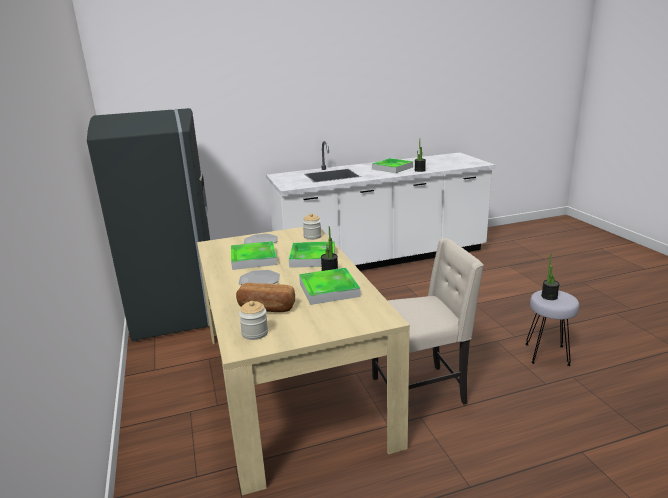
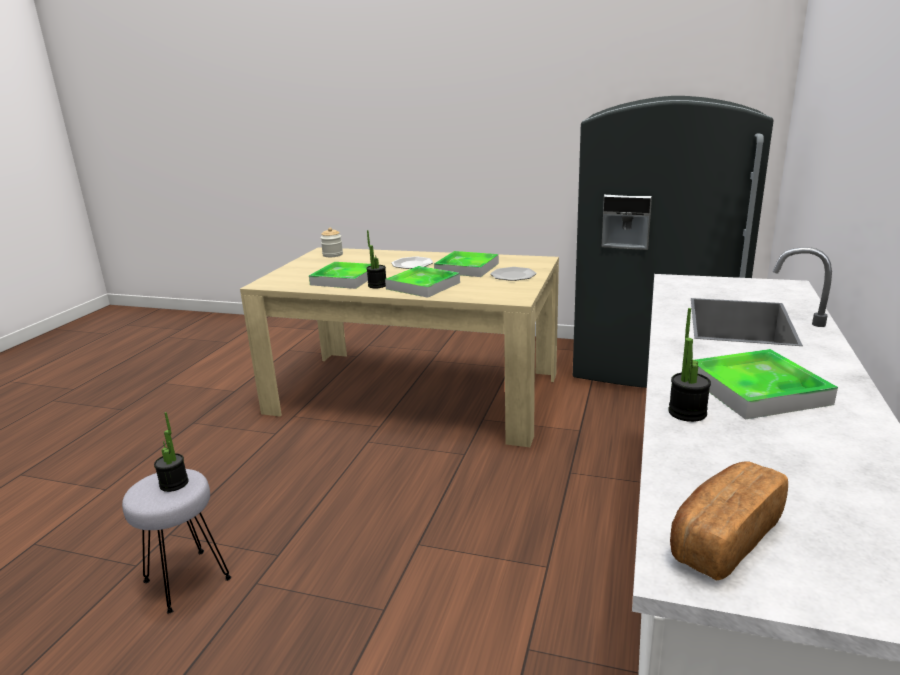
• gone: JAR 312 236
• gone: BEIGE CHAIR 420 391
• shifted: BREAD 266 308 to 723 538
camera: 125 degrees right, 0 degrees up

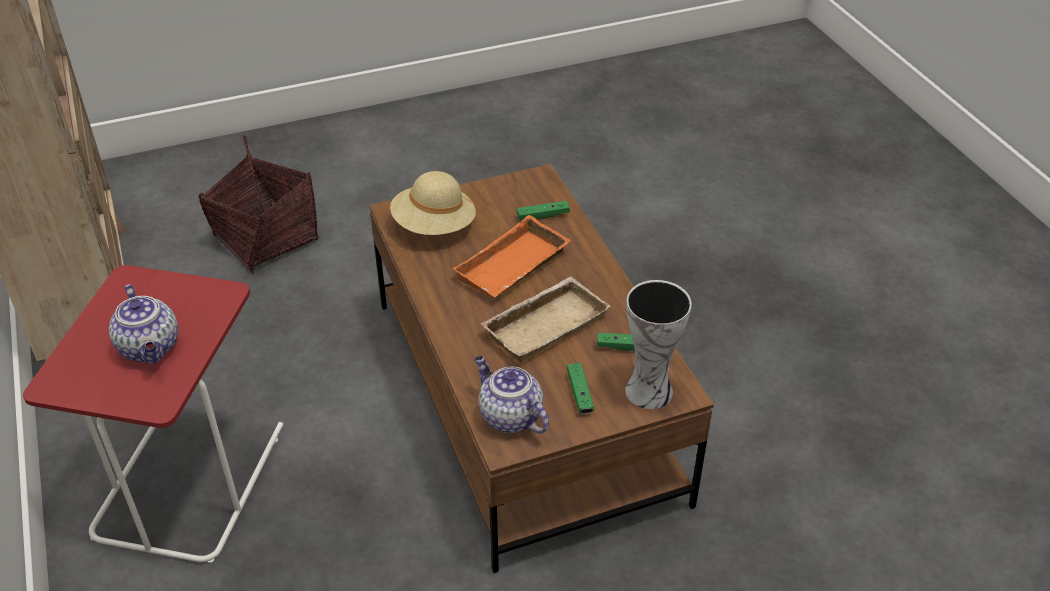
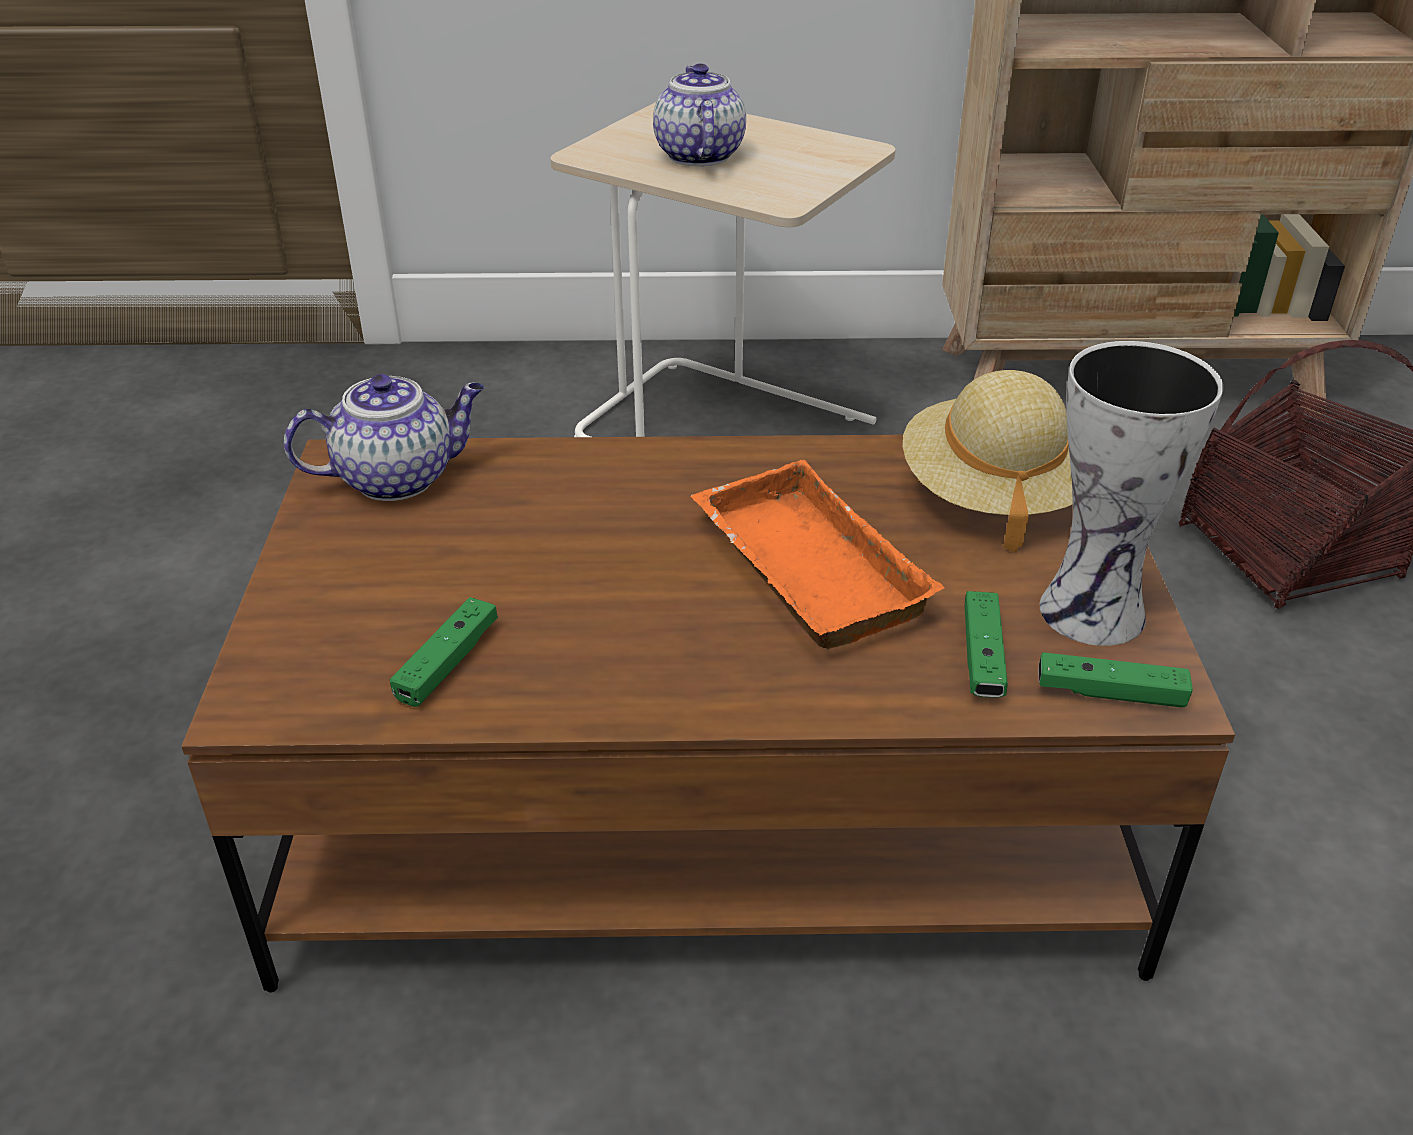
• gone: BEIGE TRAY 545 324
• shifted: GREEN GAME CONTROLLER 580 394 to 1110 693
• shifted: VASE 649 389 to 1097 613
• repainted: RED SIDE TABLE 187 479 to BEIGE SIDE TABLE 727 431
• rotated: TEAPOT 150 348 = 698 155 90 degrees clockwise
camera: 110 degrees right, 5 degrees down

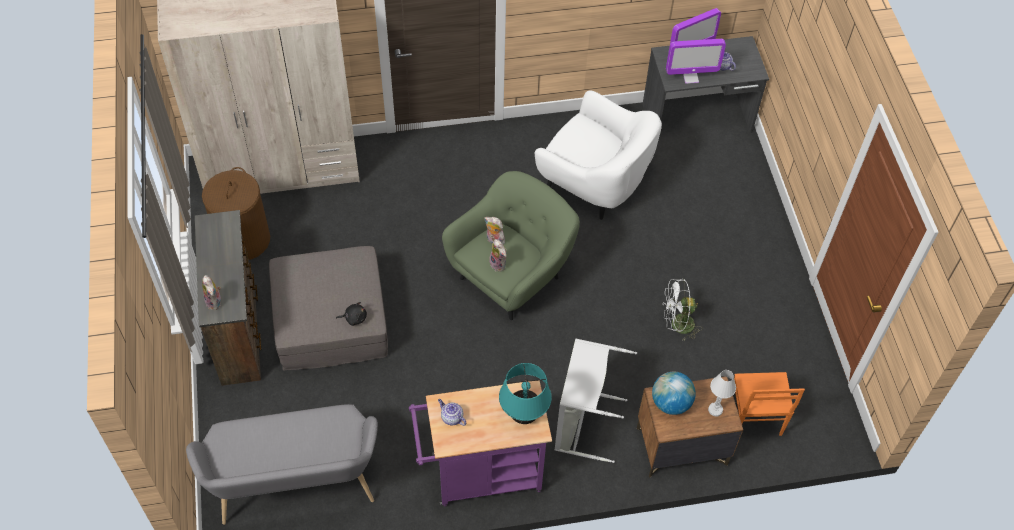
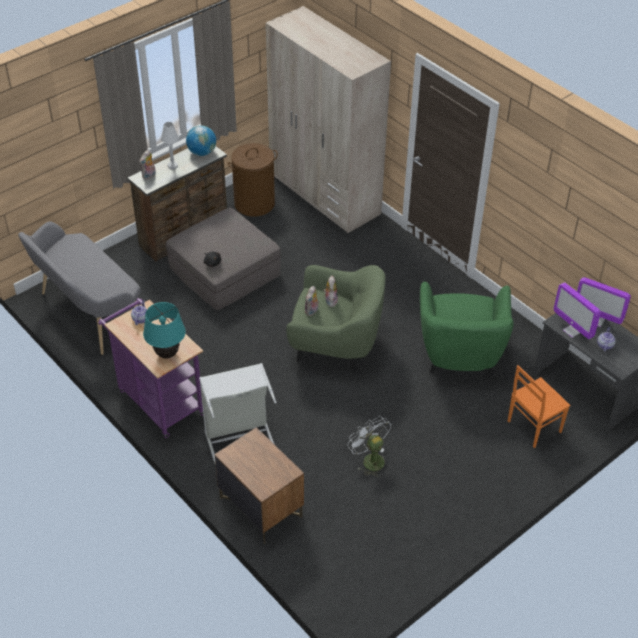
• shifted: GLOBE 670 403 to 202 152
• shifted: WHITE TABLE LAMP 715 410 to 172 165
• shifted: ORANGE CHAIR 753 418 to 533 426
• repainted: WHITE ARMCHAIR 594 184 to GREEN ARMCHAIR 460 354
camera: 60 degrees right, 10 degrees down

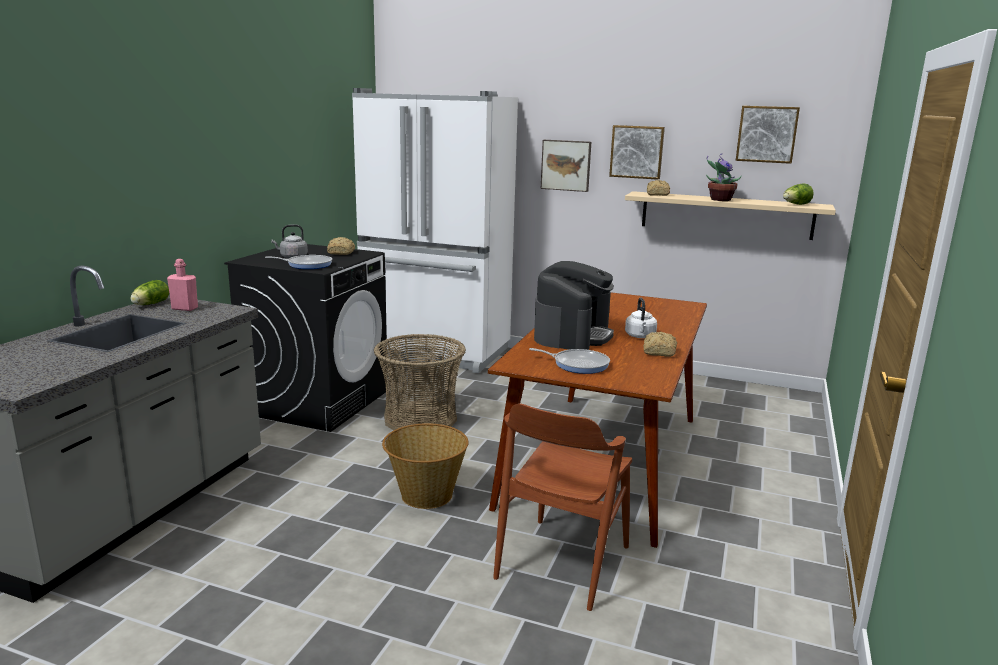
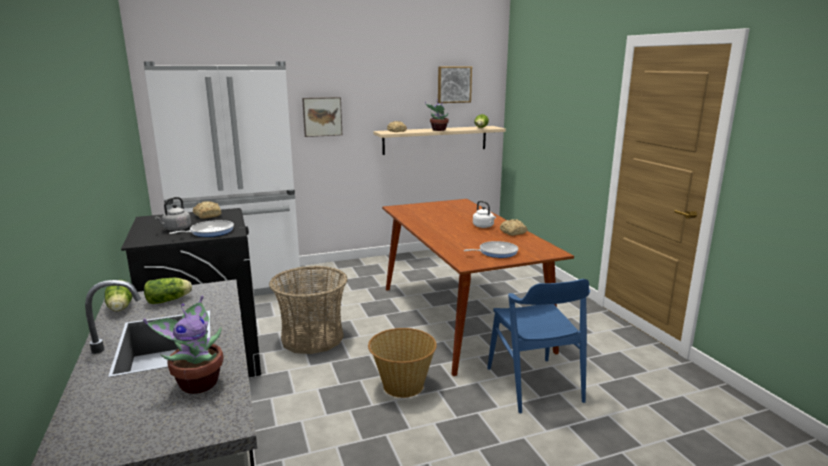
• gone: COFFEE MACHINE 572 335
• gone: PICTURE 637 152
• new: POTTED PLANT 198 382
• swapped: PINK BOTTLE 185 308 to LETTUCE 170 300
• repainted: BROWN CHAIR 562 562 to BLUE CHAIR 534 384
camera: 40 degrees left, 0 degrees up

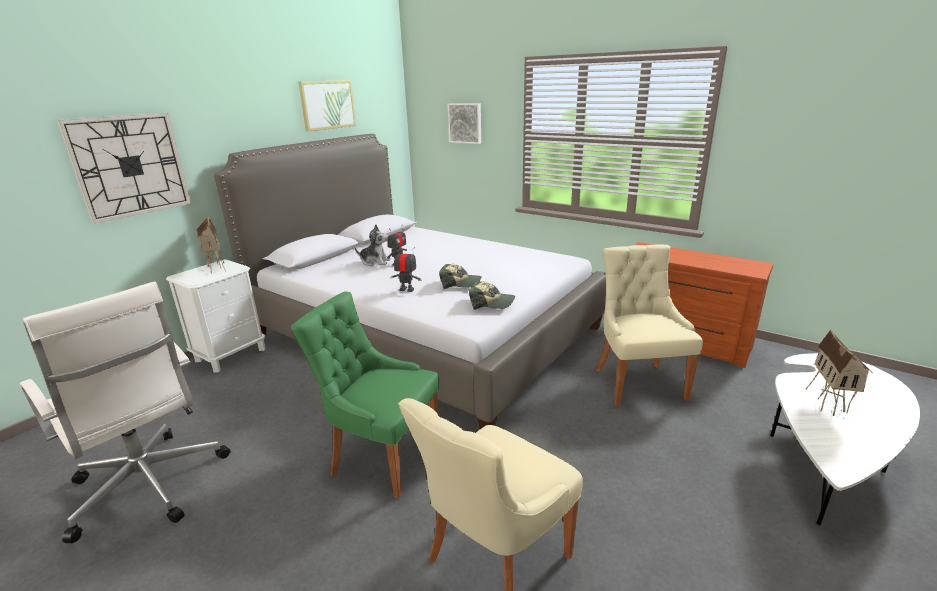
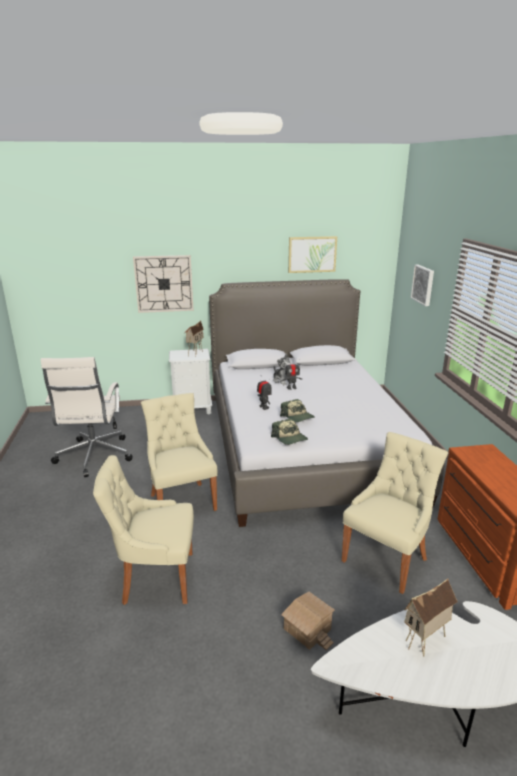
• new: TOY HOUSE 306 630
• repainted: GREEN CHAIR 382 456 to BEIGE CHAIR 182 501
camera: 45 degrees right, 0 degrees up

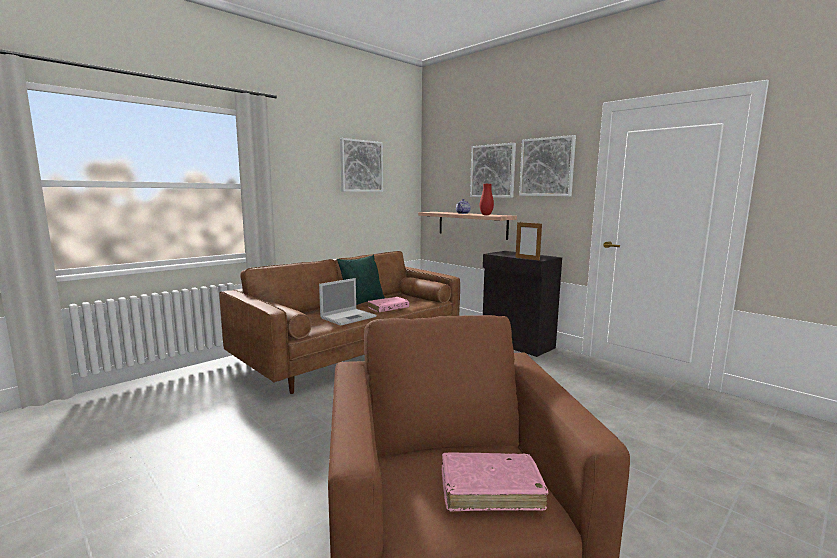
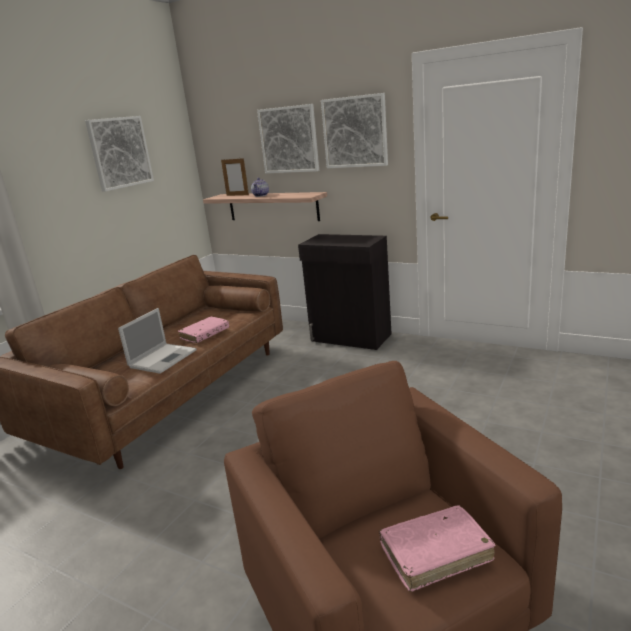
• gone: GREEN PILLOW 363 302
• gone: RED VASE 486 215
• shifted: PICTURE FRAME 527 259 to 237 195
camera: 15 degrees left, 10 degrees up

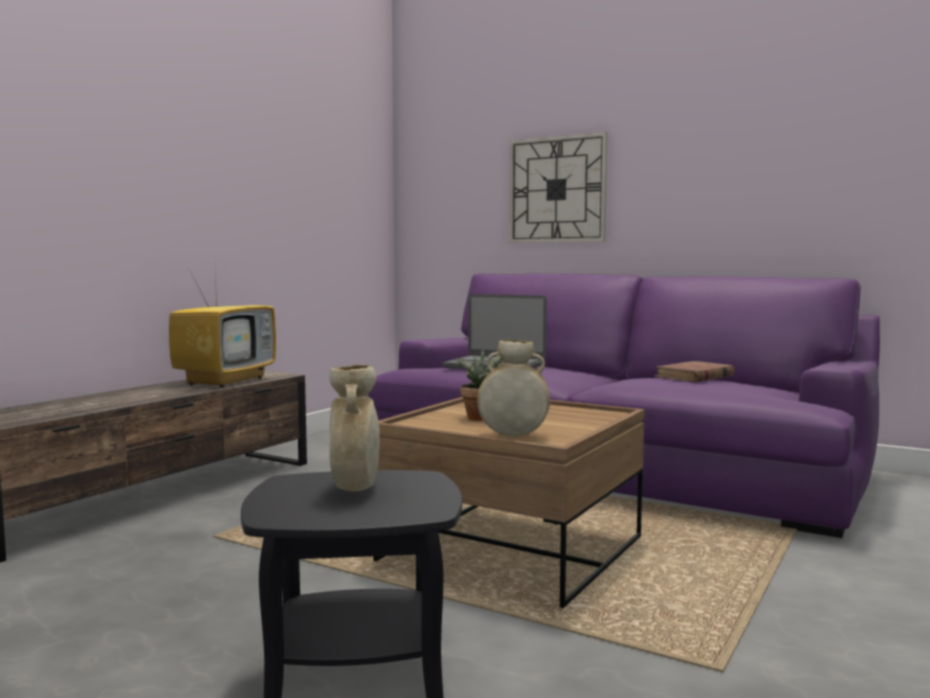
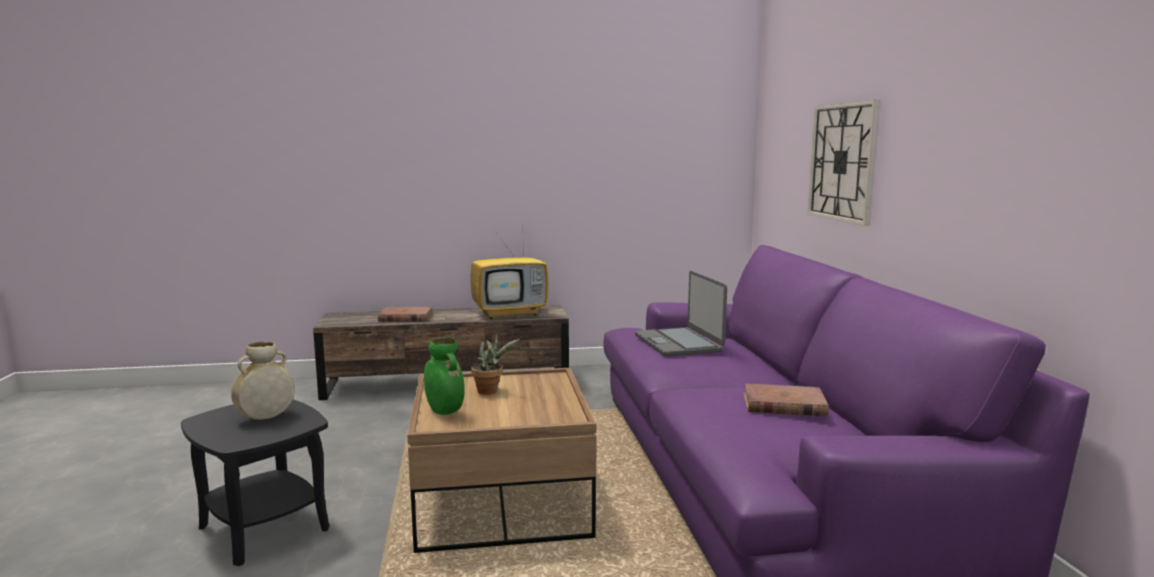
• new: BROWN BOOK 405 317
• repainted: BEIGE VASE 513 435 to GREEN VASE 444 412
camera: 50 degrees right, 5 degrees up

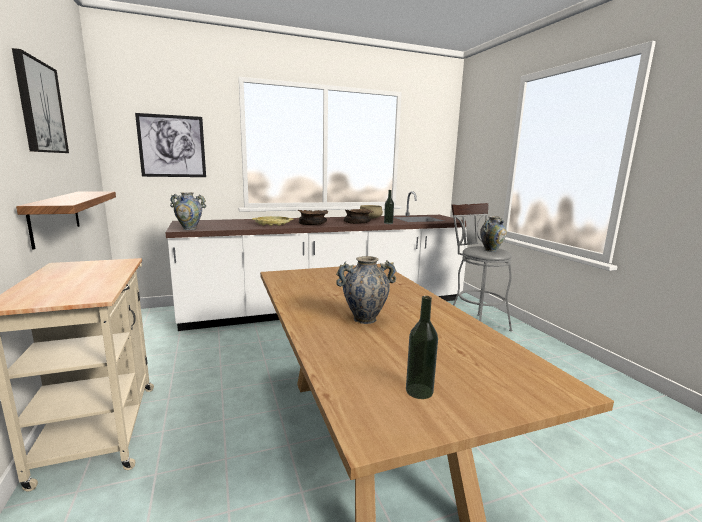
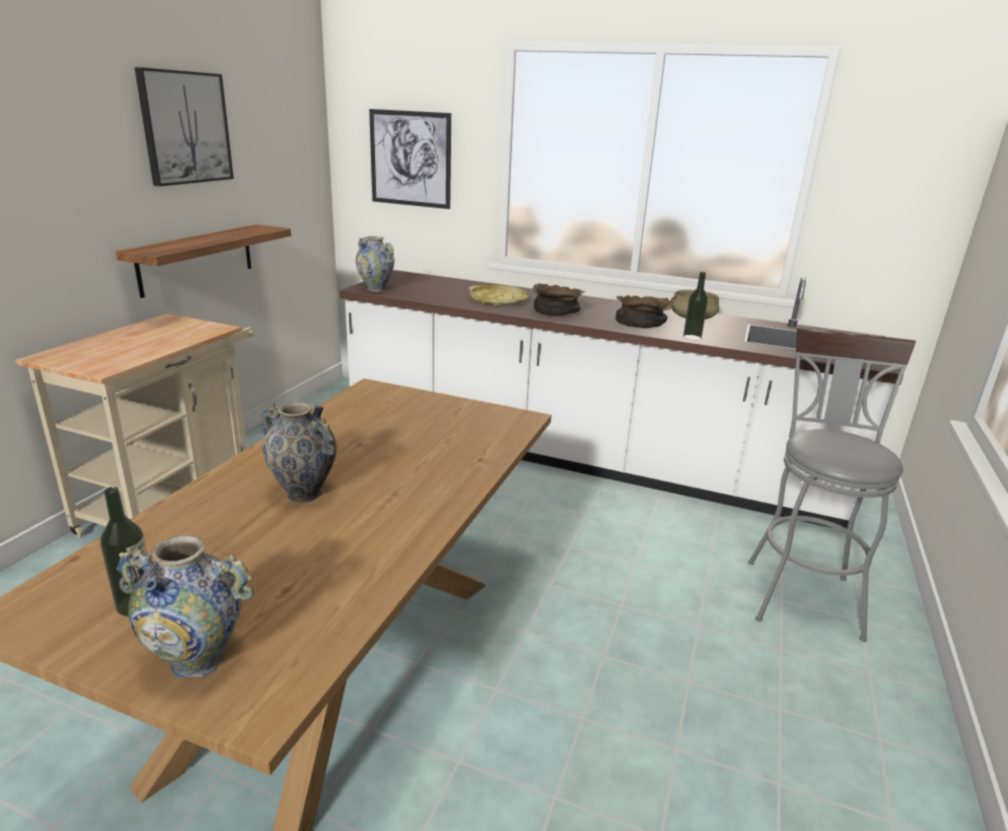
• shifted: VASE 491 250 to 197 661
camera: 40 degrees right, 10 degrees up

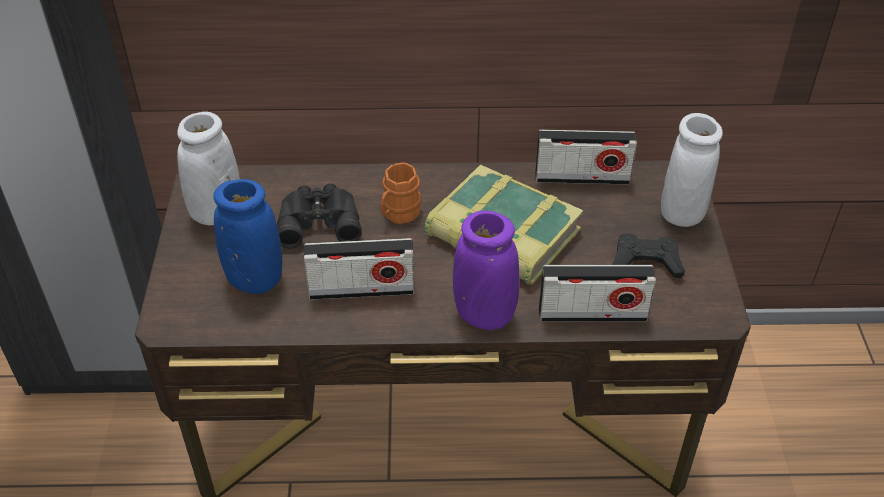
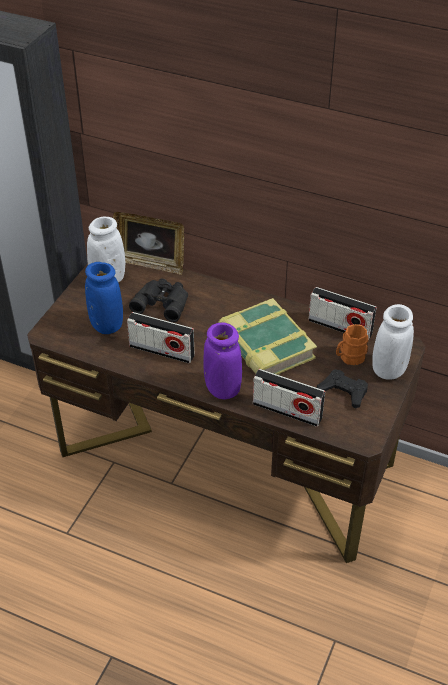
• new: PICTURE FRAME 150 263
• shifted: ORANGE MUG 398 214 to 349 357
camera: 25 degrees right, 0 degrees up

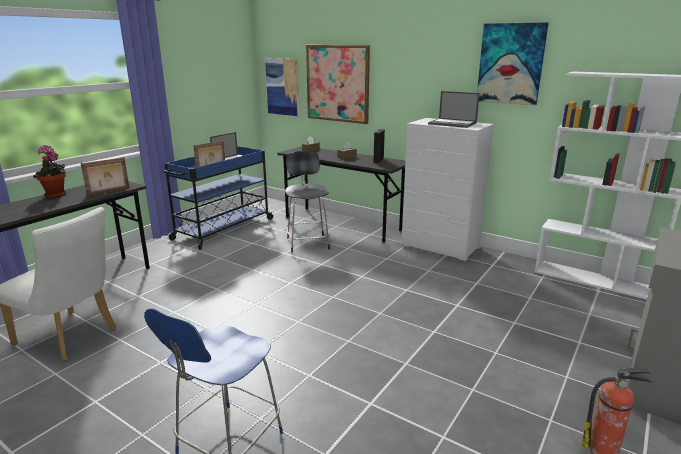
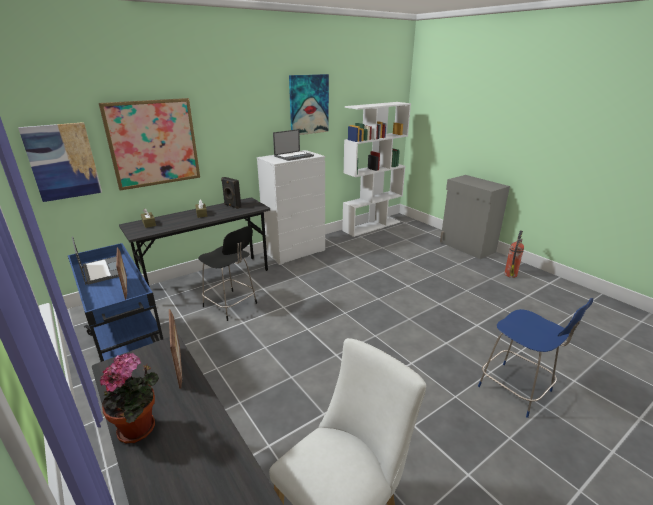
• rotated: BLACK CHAIR 307 242 = 231 305 150 degrees counterclockwise
camera: 70 degrees left, 5 degrees up

